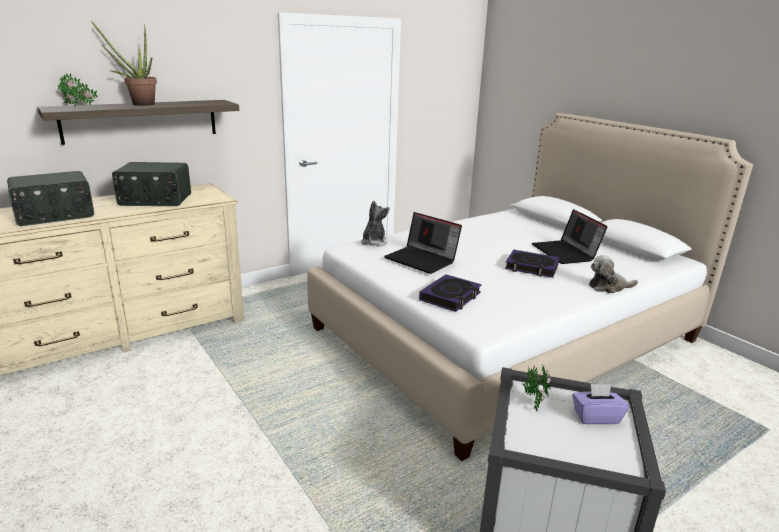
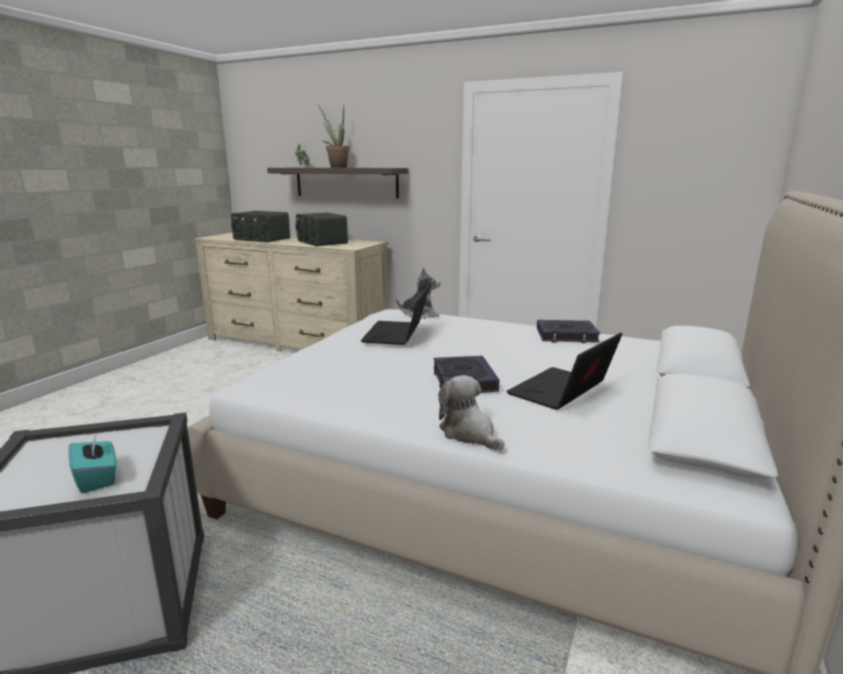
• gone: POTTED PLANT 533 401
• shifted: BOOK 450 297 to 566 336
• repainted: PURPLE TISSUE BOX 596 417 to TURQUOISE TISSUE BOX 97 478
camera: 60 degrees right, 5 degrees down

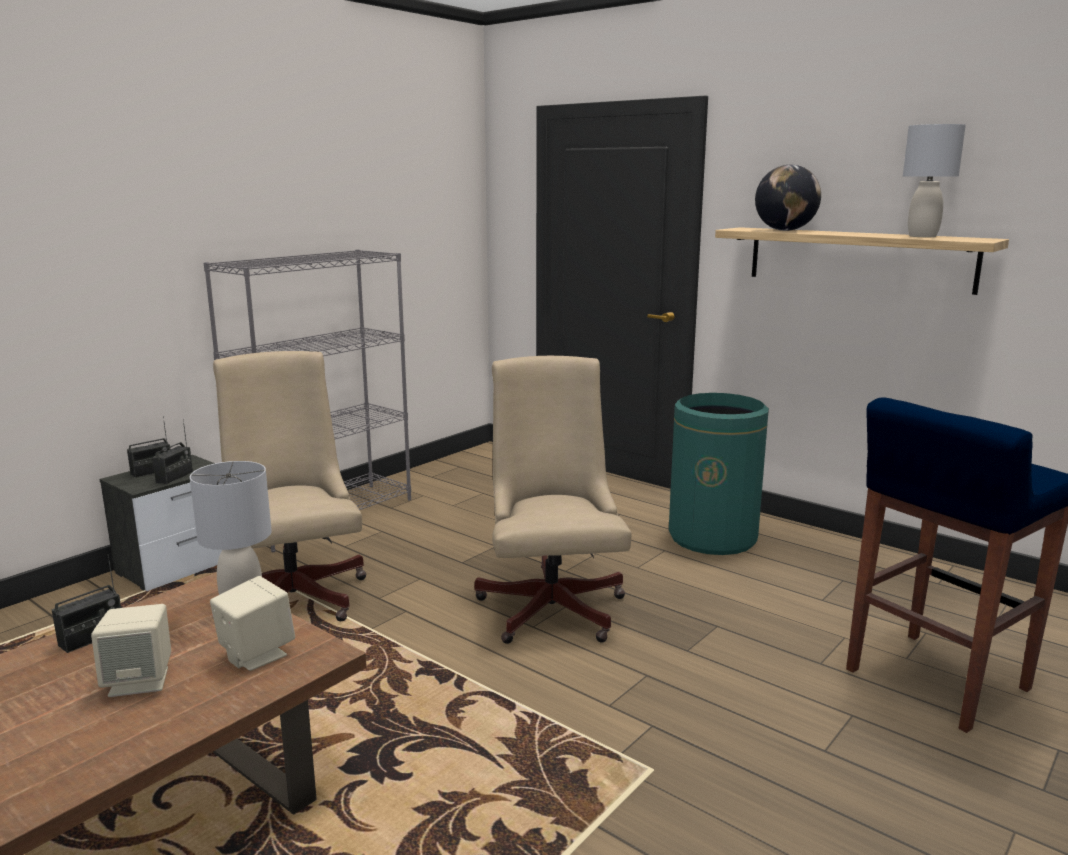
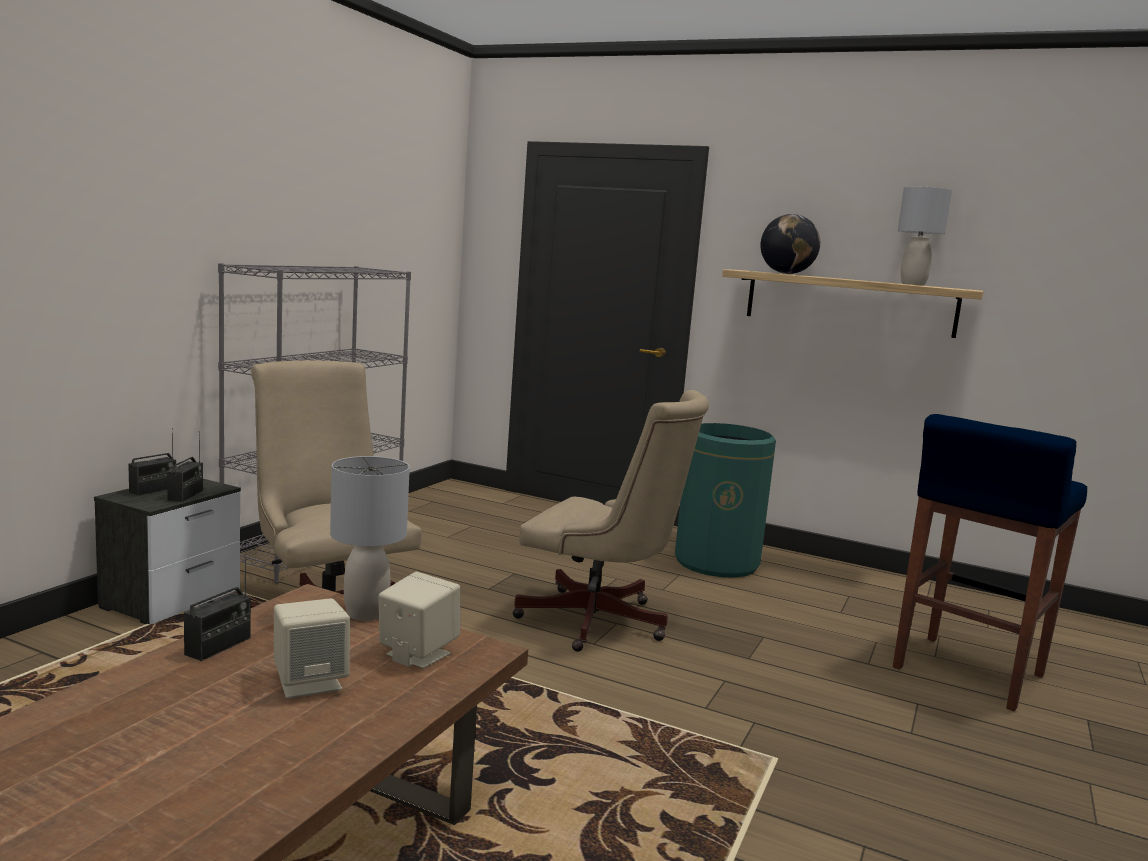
• rotated: BEIGE OFFICE CHAIR 552 604 = 601 623 135 degrees clockwise
camera: 15 degrees left, 5 degrees down

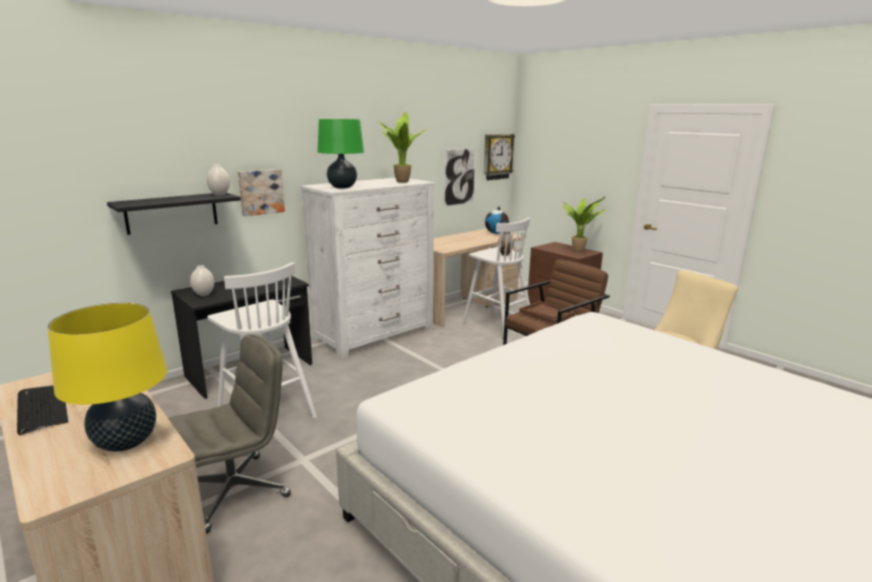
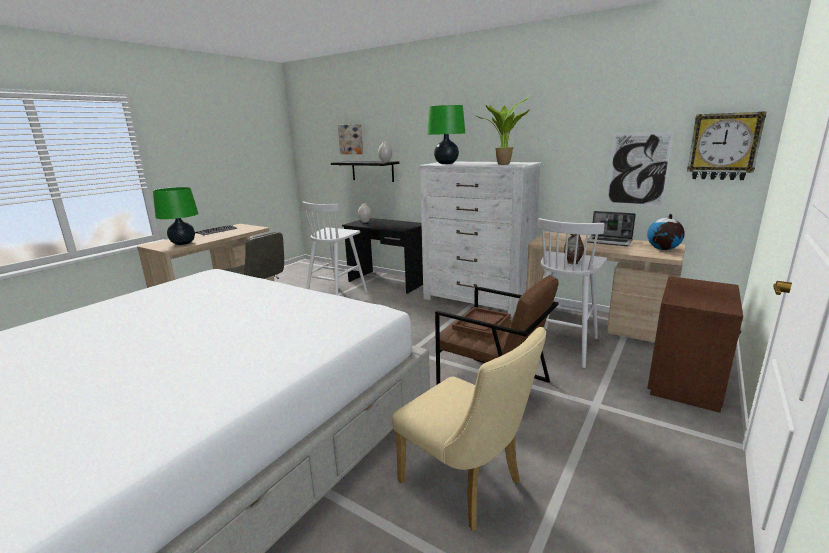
• gone: POTTED PLANT 579 251
• new: LAPTOP 609 242
• shifted: PICTURE 261 192 to 351 139
• repainted: YELLOW TABLE LAMP 125 442 to GREEN TABLE LAMP 183 243
camera: 75 degrees right, 0 degrees up

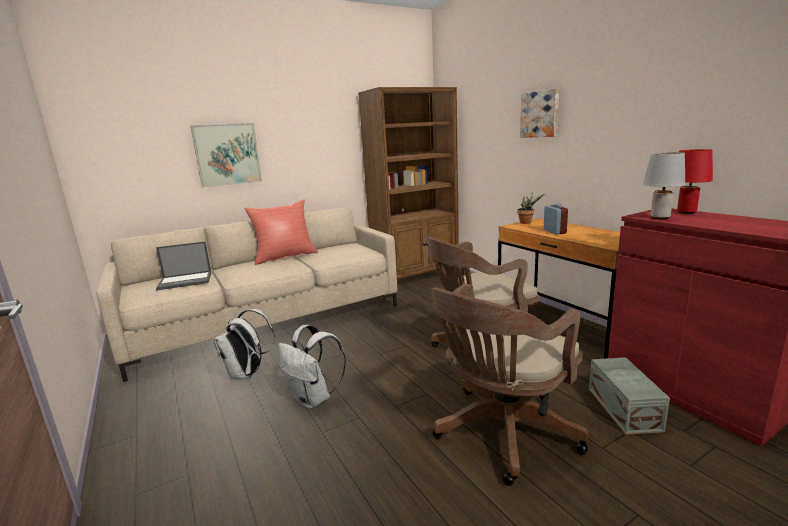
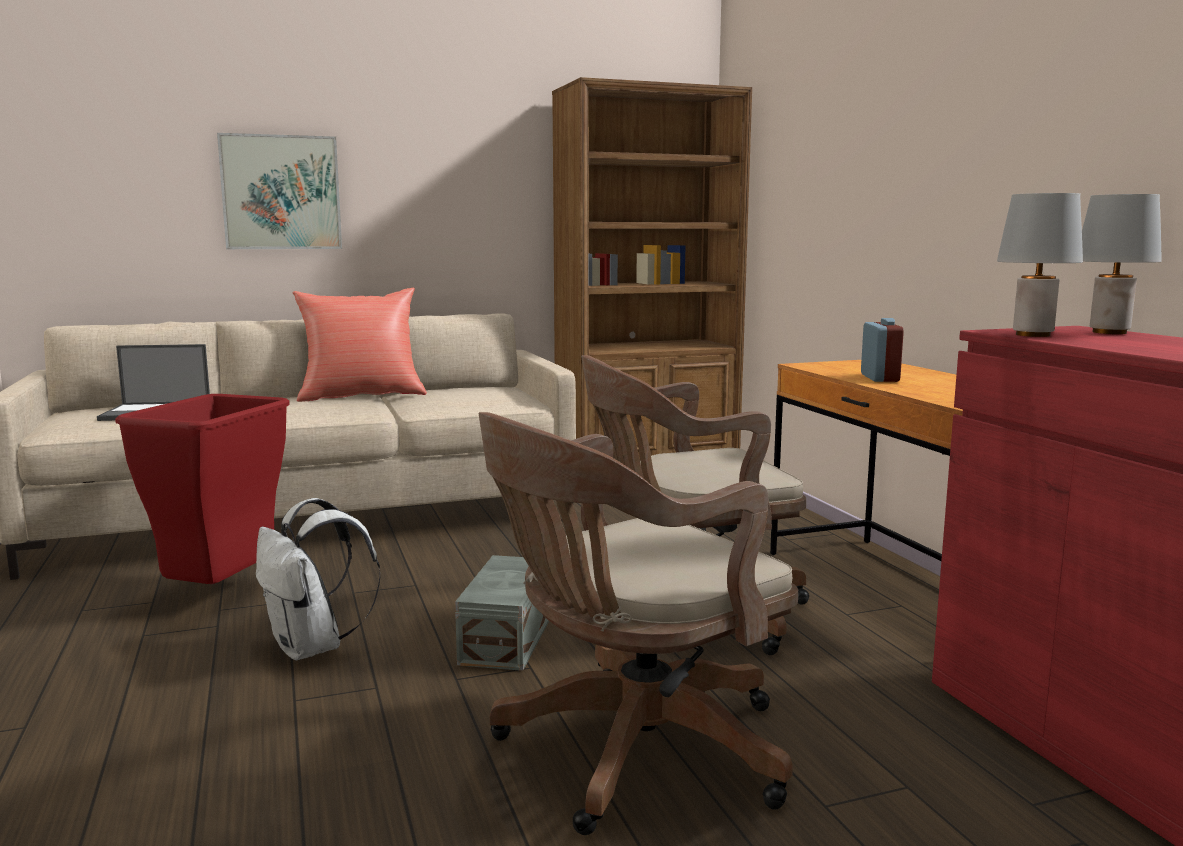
• gone: POTTED PLANT 527 223
• gone: PICTURE 540 114
• shifted: GREY STORAGE BOX 624 408 to 509 638
• swapped: WHITE BACKPACK 247 374 to RED TRASH CAN 223 595
• repainted: RED TABLE LAMP 687 212 to GREY TABLE LAMP 1110 332
camera: 10 degrees right, 5 degrees down

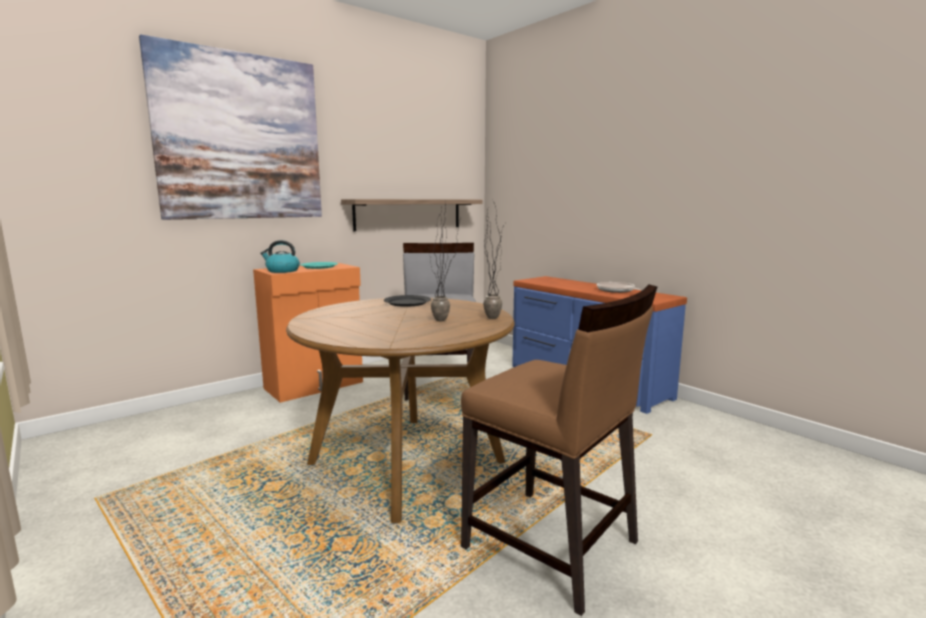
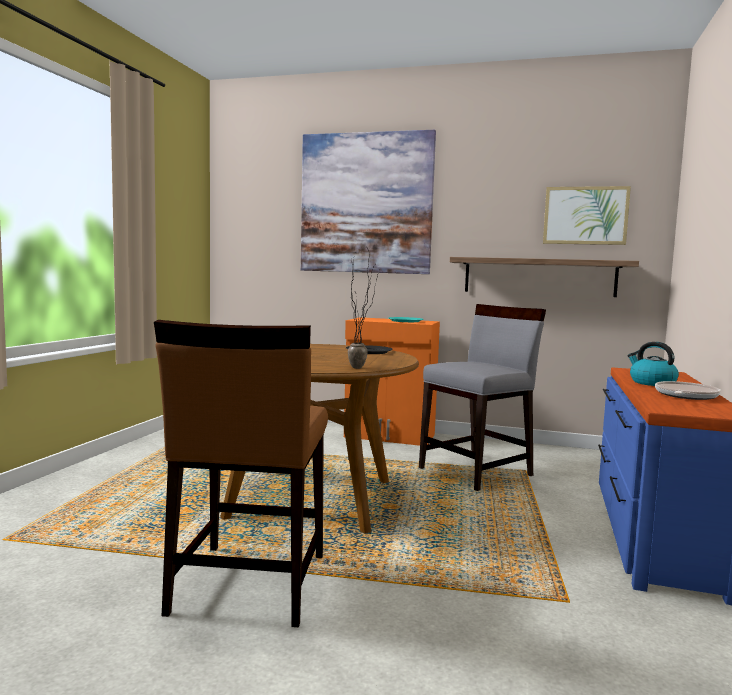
• gone: POTTED PLANT 444 321
• new: PICTURE 585 215
• shifted: KETTLE 282 271 to 651 383
camera: 55 degrees right, 5 degrees down

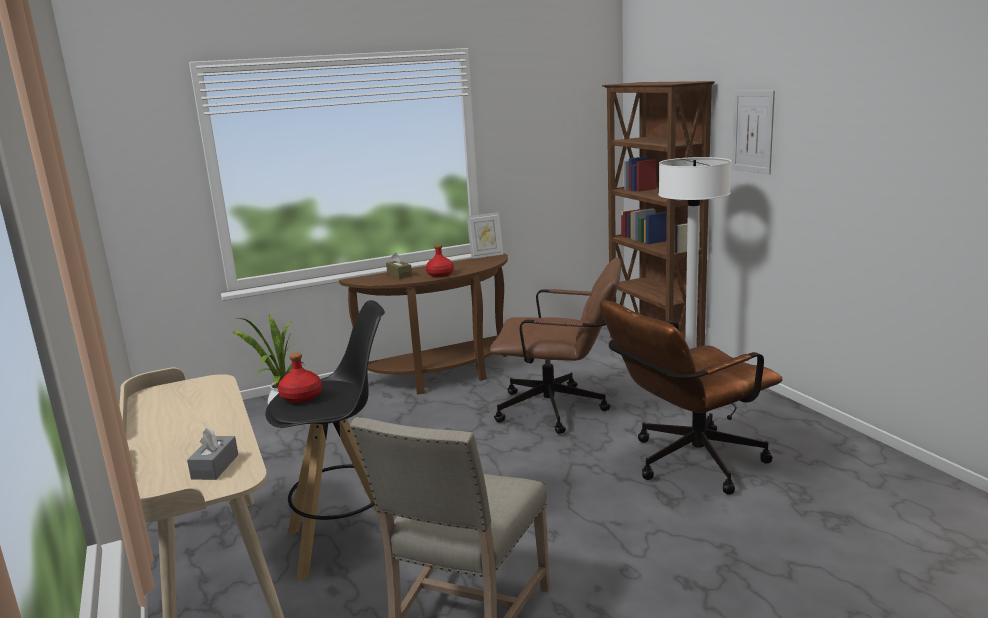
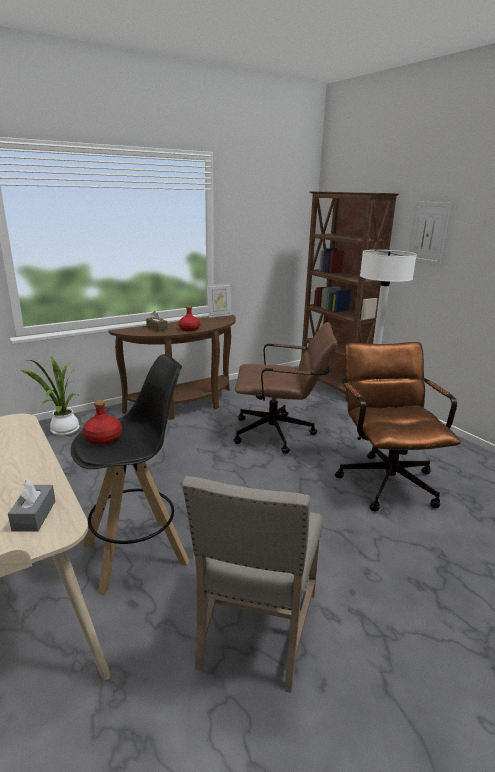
• rotated: BROWN OFFICE CHAIR 687 464 = 385 478 120 degrees clockwise
camera: 10 degrees left, 5 degrees up

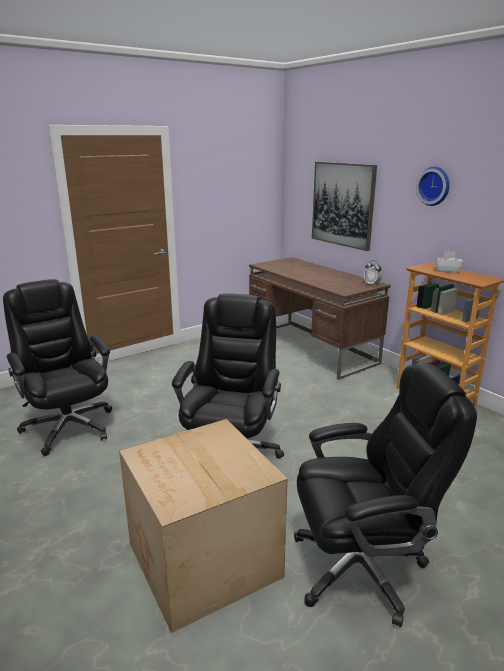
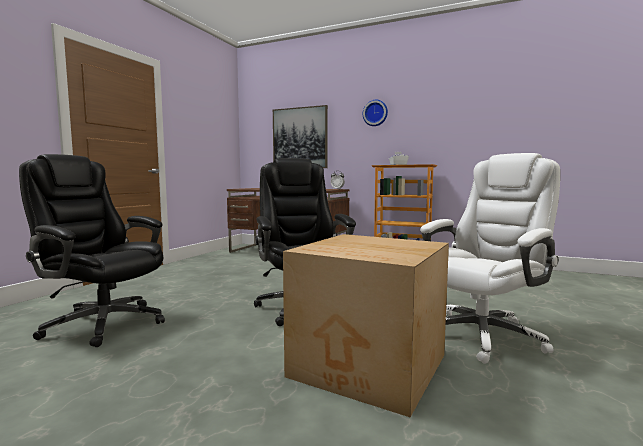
• repainted: BLACK OFFICE CHAIR 361 567 to WHITE OFFICE CHAIR 483 335
camera: 30 degrees left, 15 degrees down

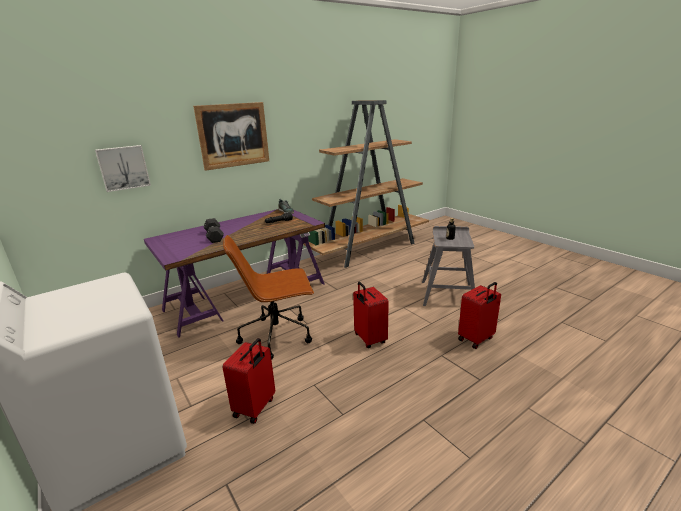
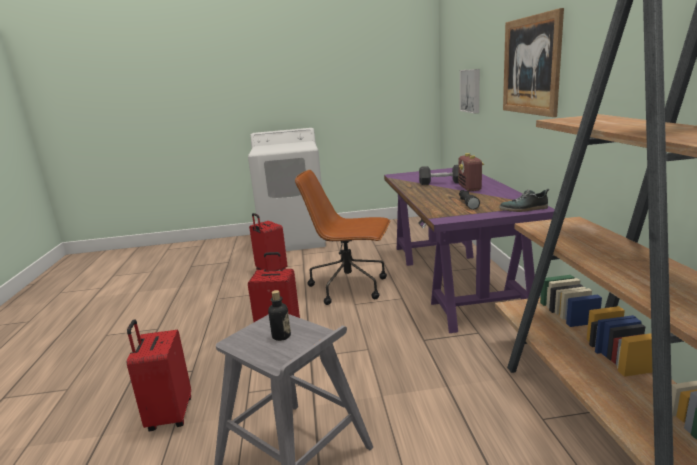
• new: RADIO 470 188
• rotated: BROWN OFFICE CHAIR 277 335 = 350 287 90 degrees counterclockwise
camera: 120 degrees right, 5 degrees down

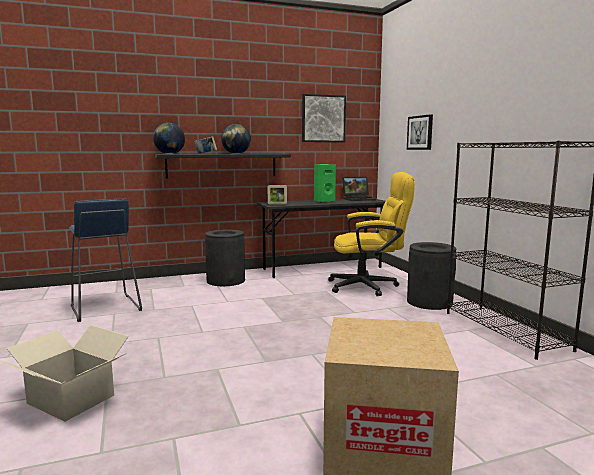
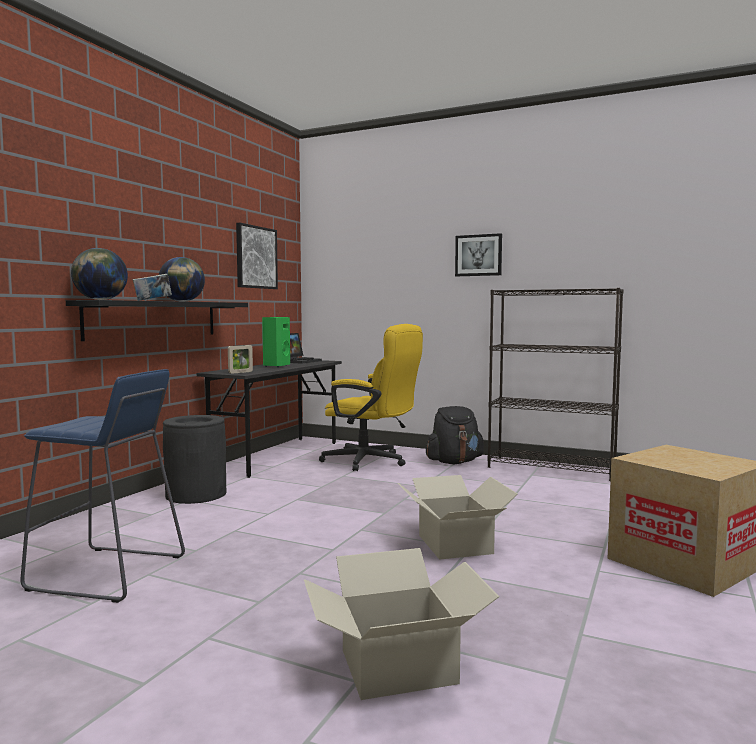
• new: CARDBOARD BOX 455 544
• shifted: PICTURE 420 132 to 478 255
• swapped: BLACK TRASH CAN 429 302 to BLACK BACKPACK 454 462
• rotated: YELLOW OFFICE CHAIR 369 286 = 371 462 75 degrees clockwise
camera: 45 degrees left, 5 degrees down

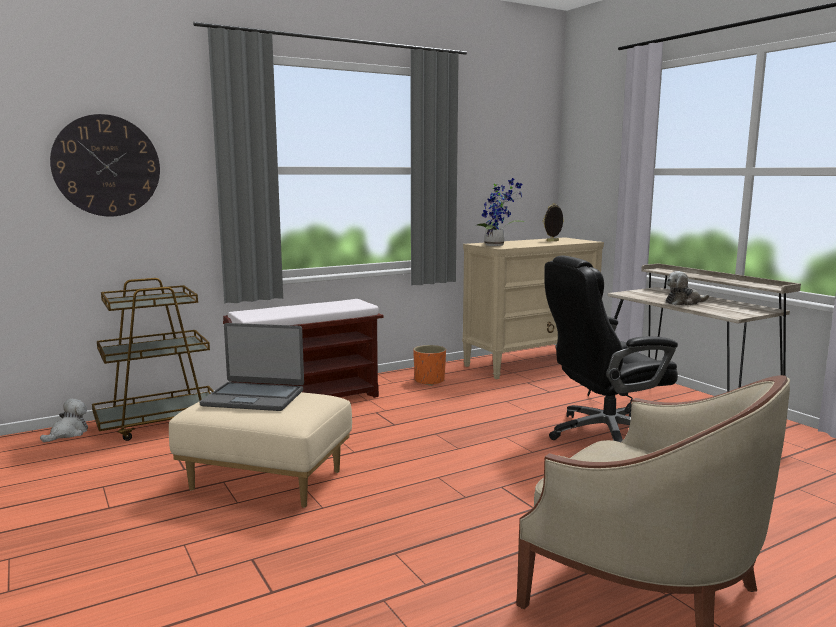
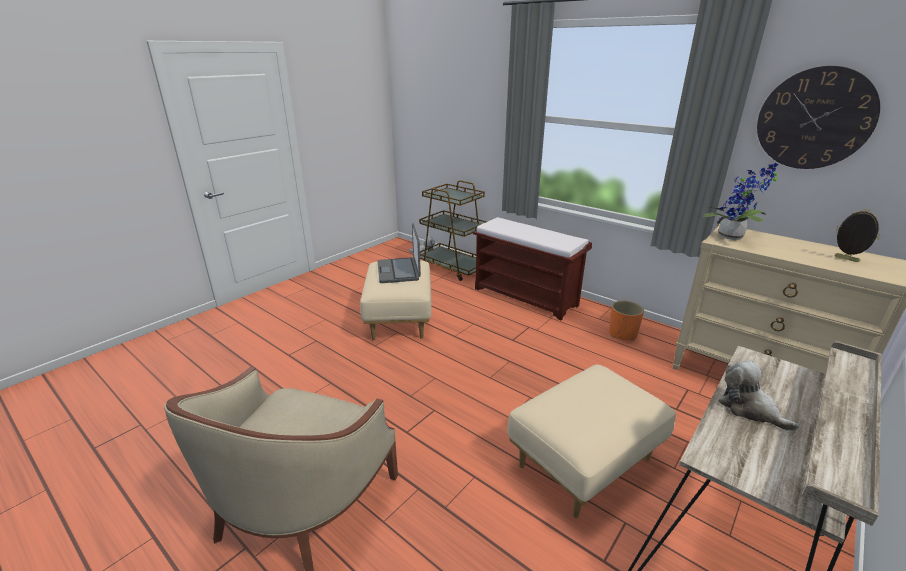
• shifted: WALL CLOCK 106 166 to 814 119
• swapped: BLACK OFFICE CHAIR 604 435 to BEIGE OTTOMAN 584 462
camera: 70 degrees right, 15 degrees up

